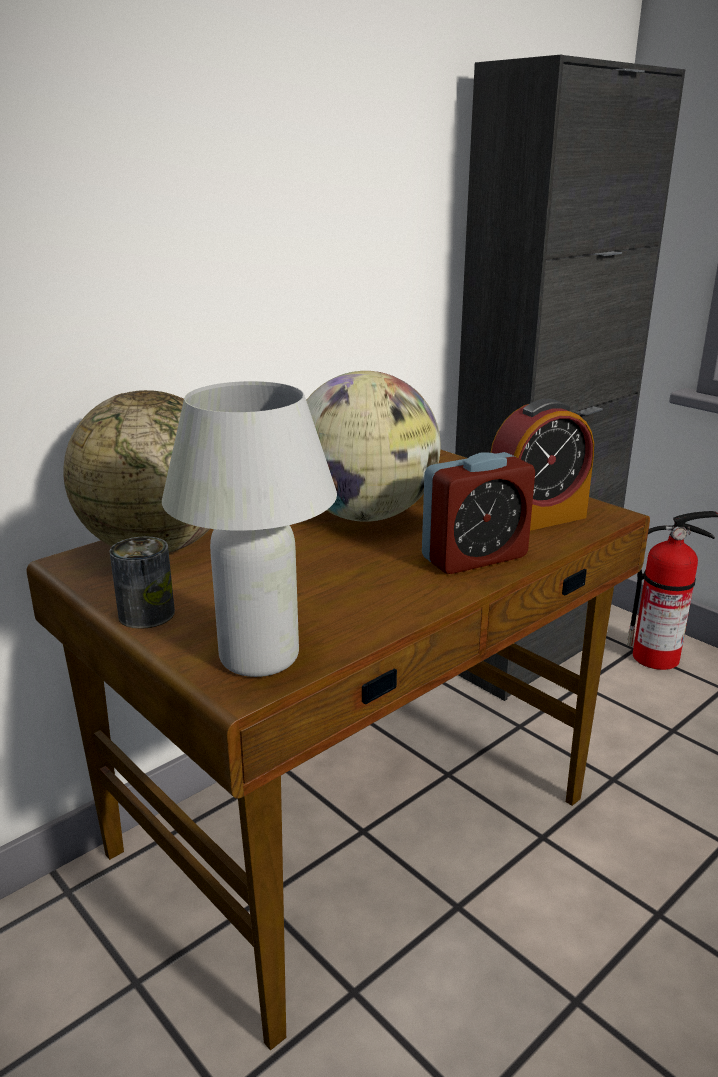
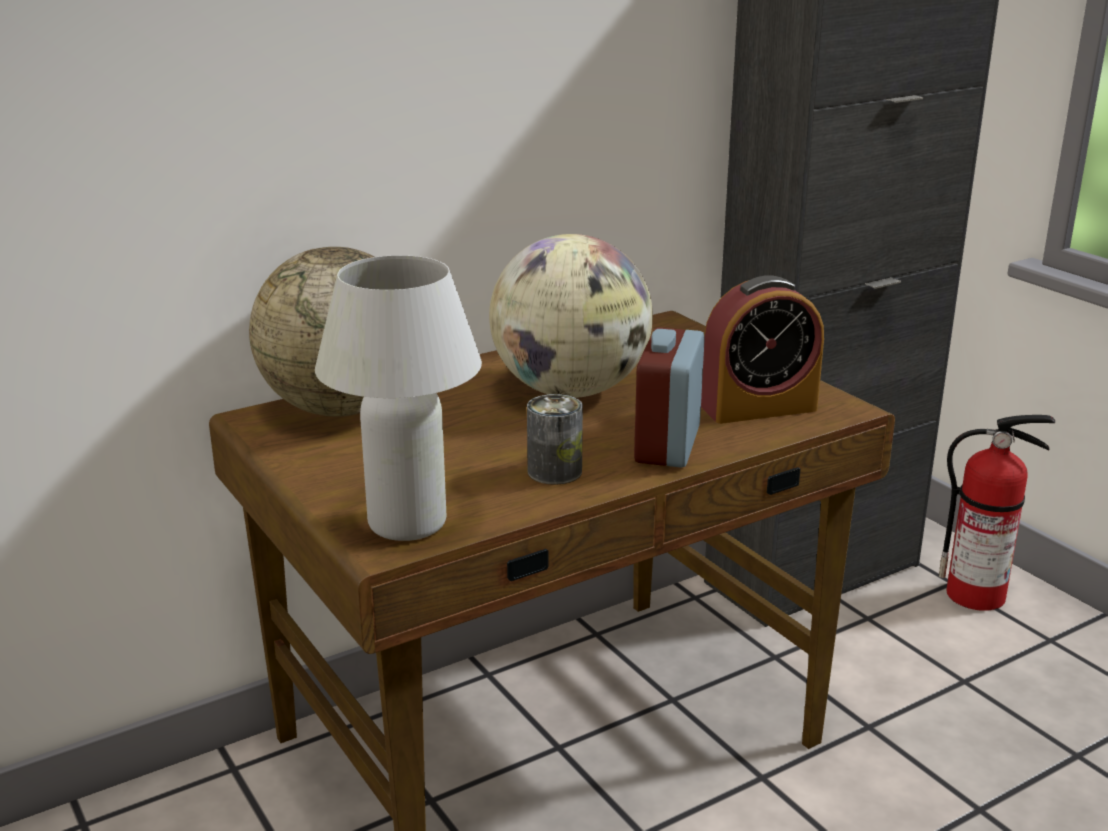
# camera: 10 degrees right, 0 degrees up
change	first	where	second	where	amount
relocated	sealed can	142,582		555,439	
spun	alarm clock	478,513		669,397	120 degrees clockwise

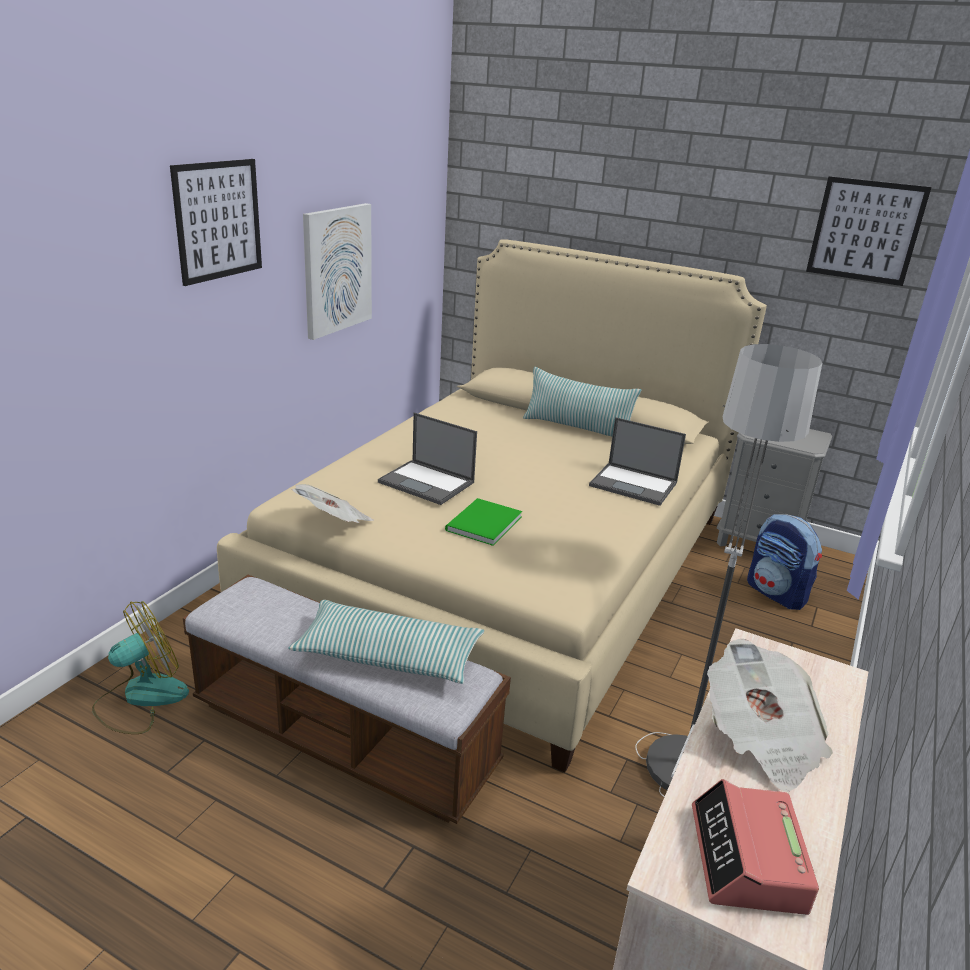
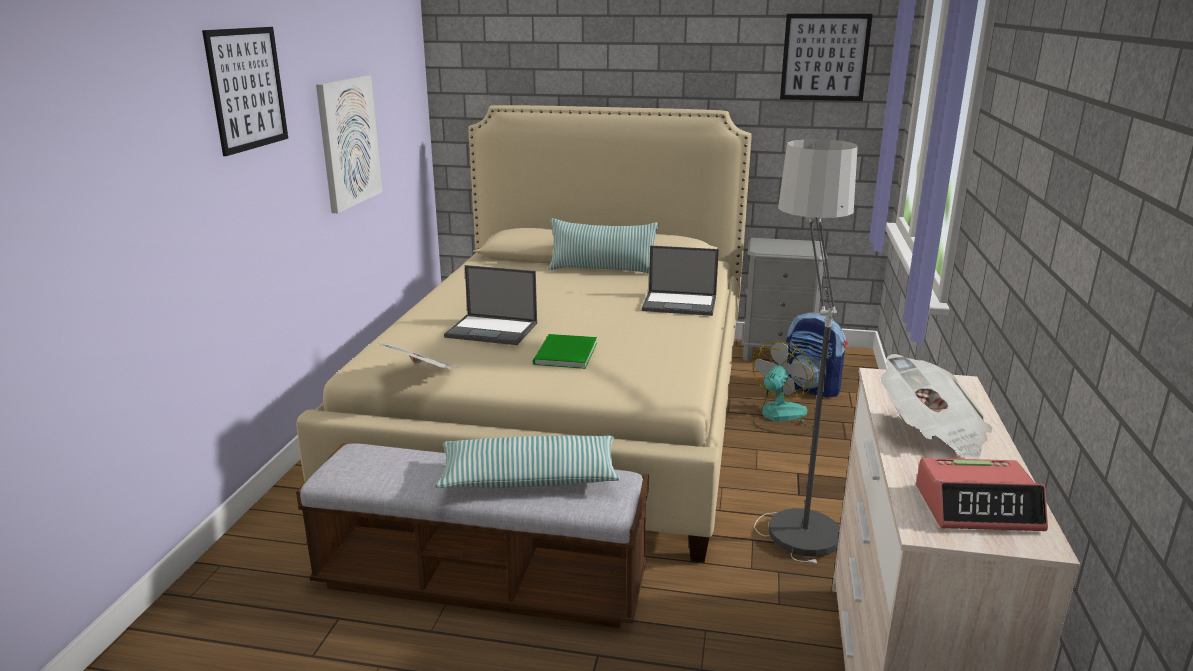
# camera: 15 degrees left, 5 degrees down
change	first	where	second	where	amount
relocated	fan	140,667		783,388	
spun	alarm clock	755,847		982,494	75 degrees counterclockwise

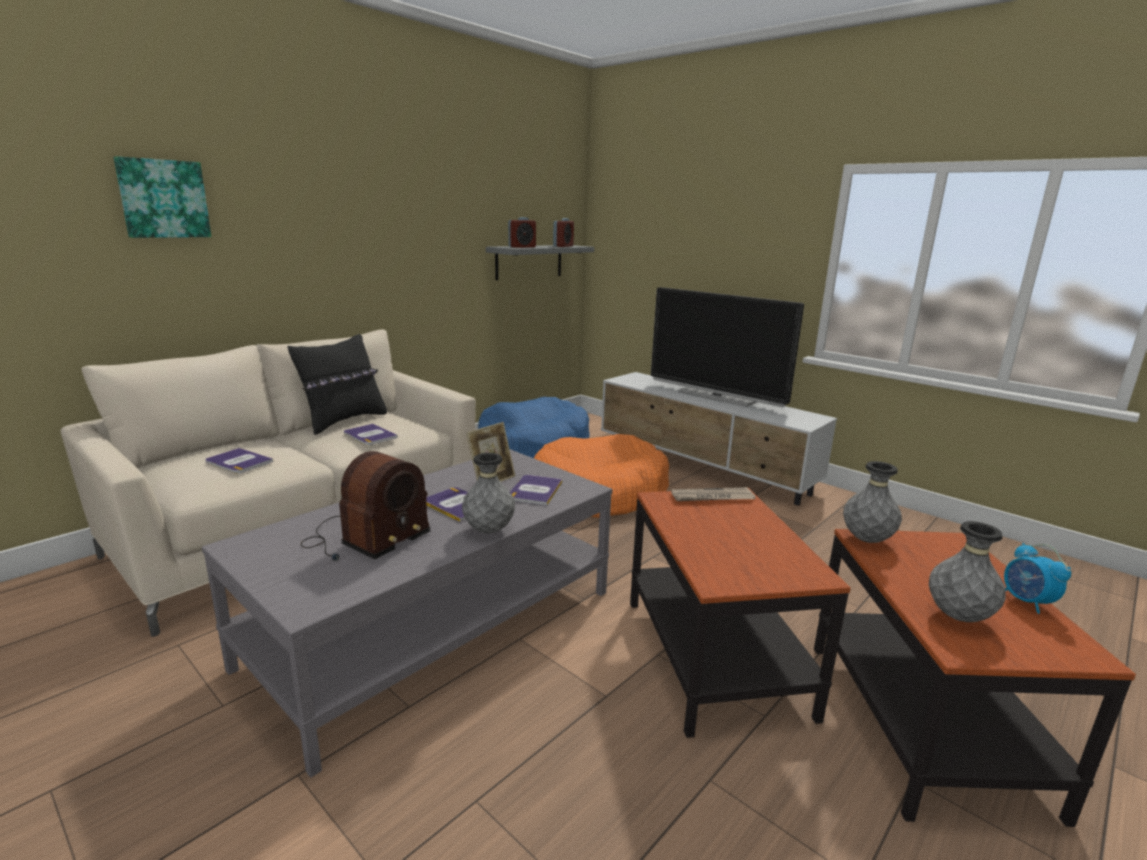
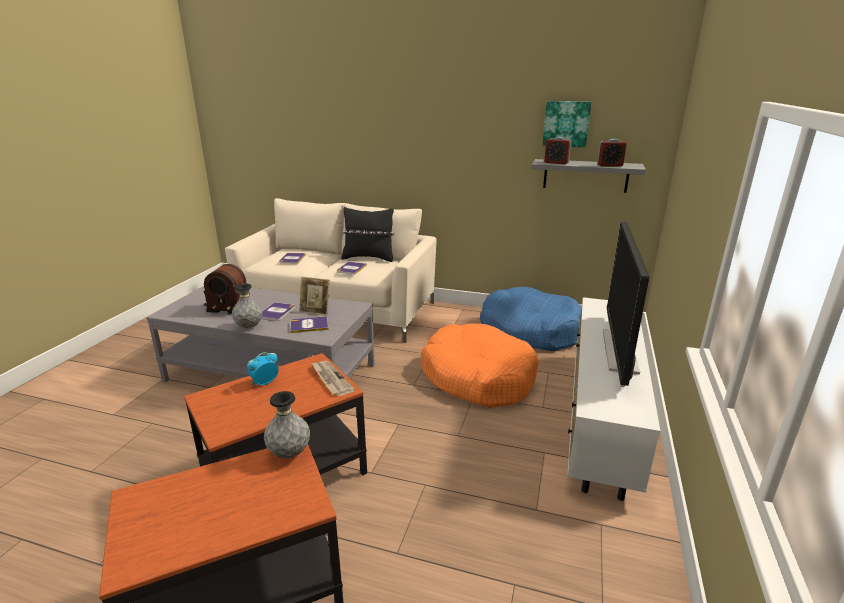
# camera: 65 degrees right, 5 degrees up
change	first	where	second	where	amount
missing	greyish vase	967,571			
relocated	wall art	162,197		567,124	
relocated	alarm clock	1037,578		263,368	

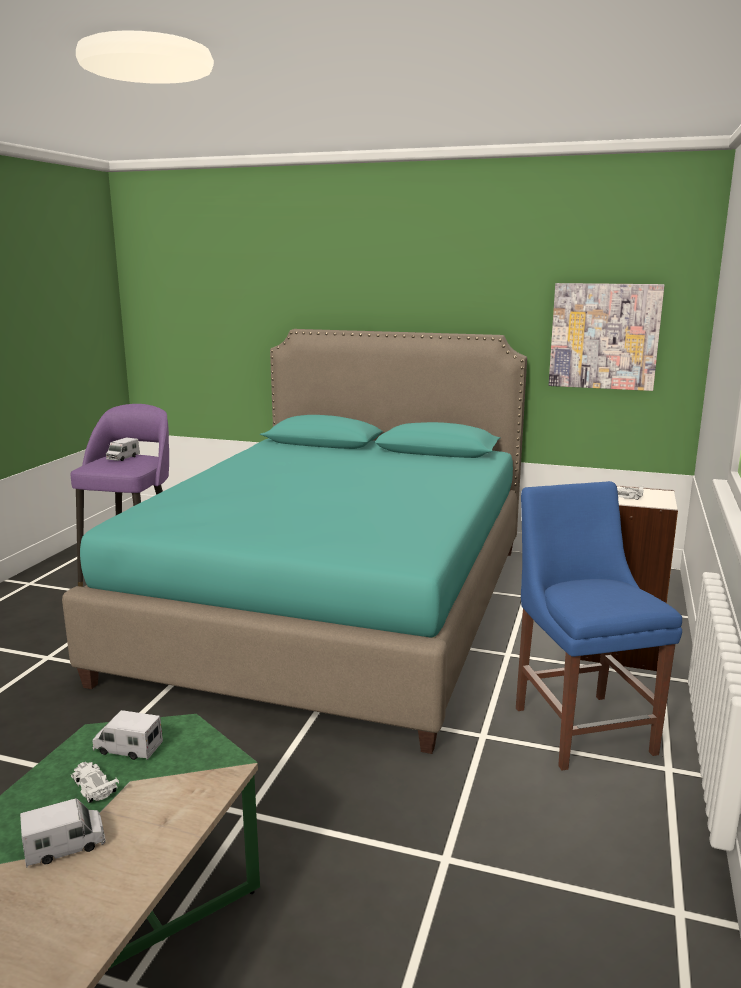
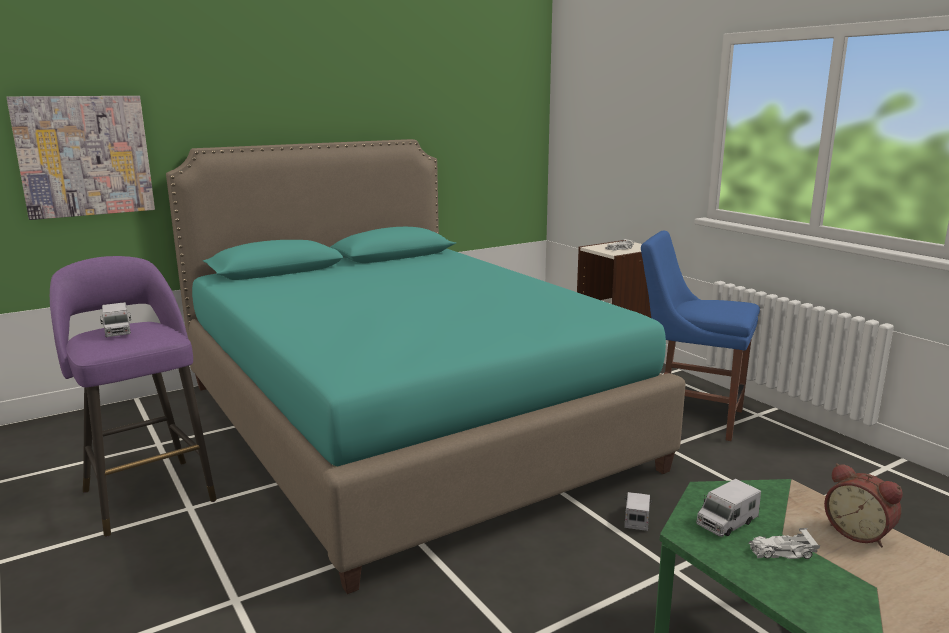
# camera: 50 degrees left, 0 degrees up
change	first	where	second	where	amount
appeared			alarm clock	863,505	
relocated	toy lorry	63,833		638,511	
relocated	wall art	607,337		80,158	

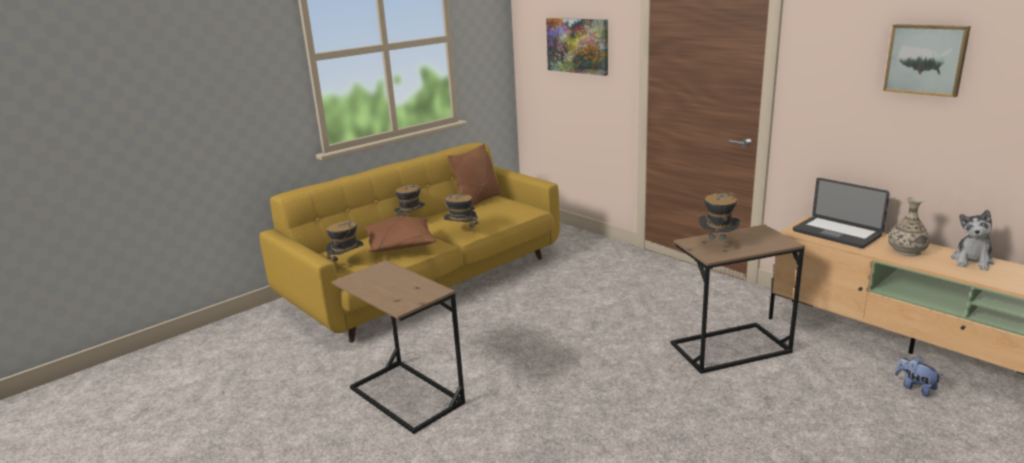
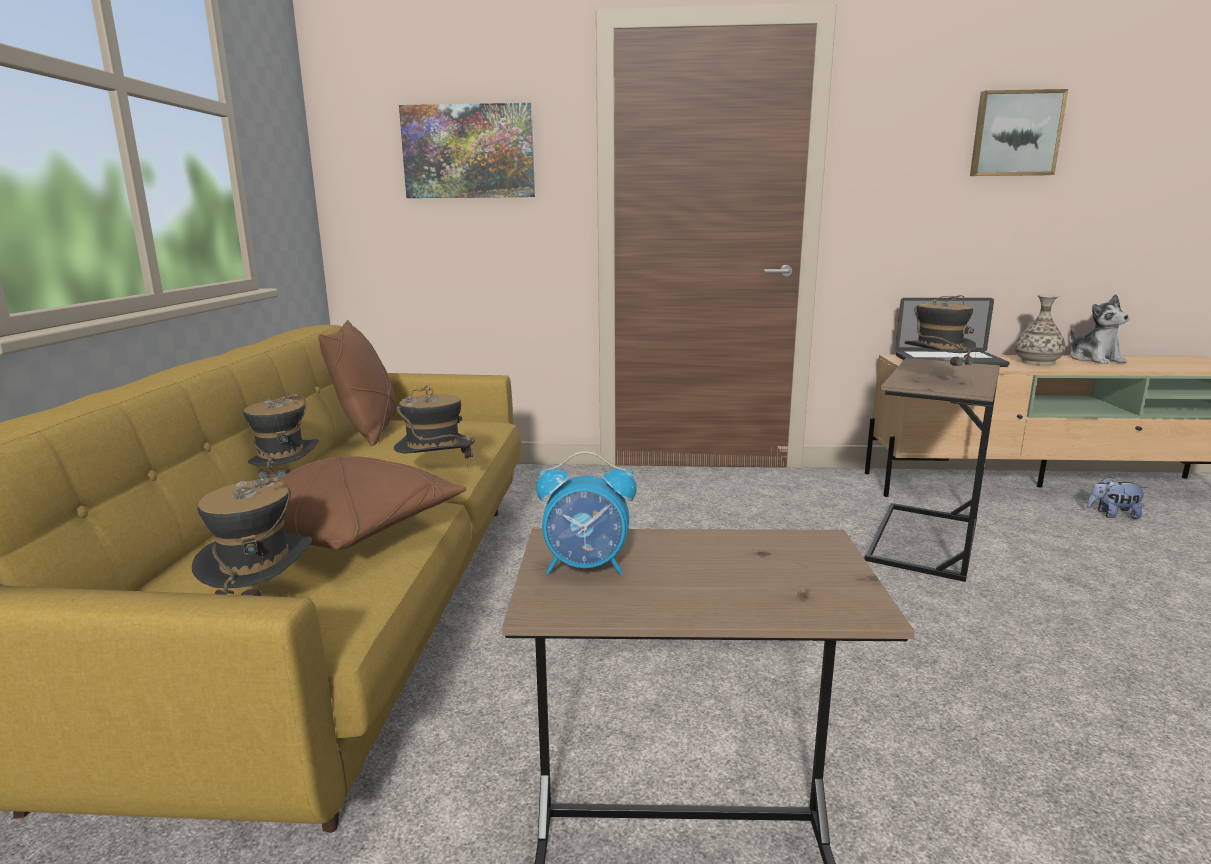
# camera: 45 degrees left, 5 degrees down
change	first	where	second	where	amount
appeared			alarm clock	586,513	

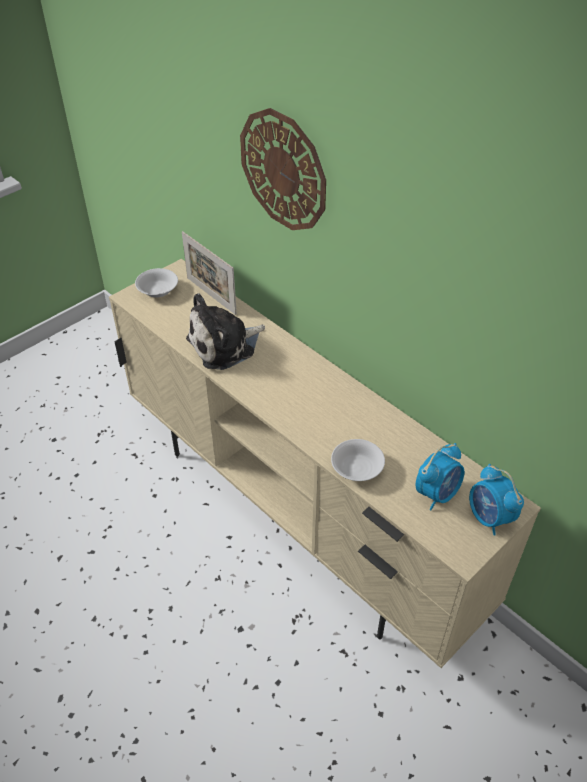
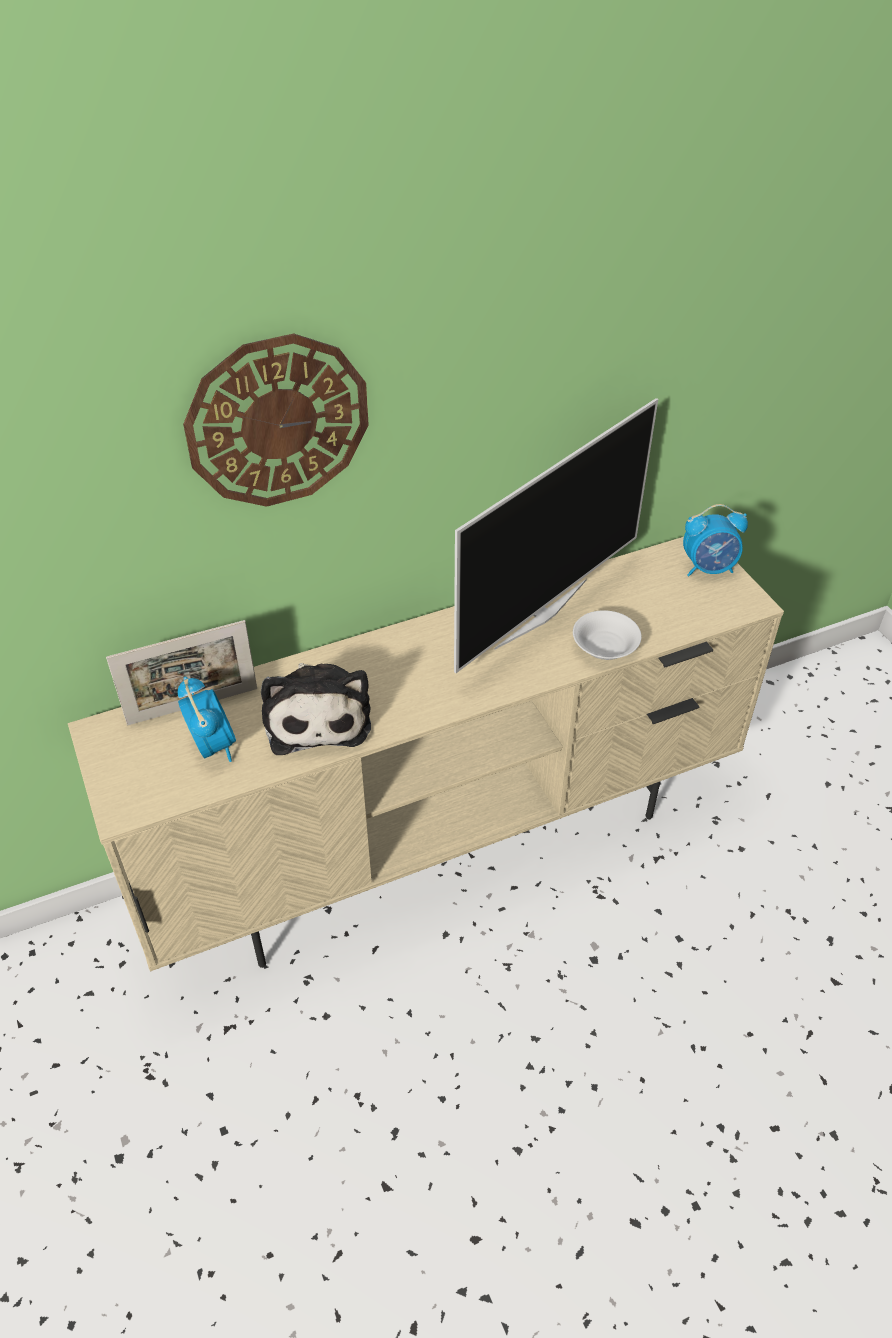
# camera: 70 degrees left, 0 degrees up
change	first	where	second	where	amount
missing	whitish deep dish	156,282			
appeared			television	556,535	
relocated	alarm clock	440,476		207,719	

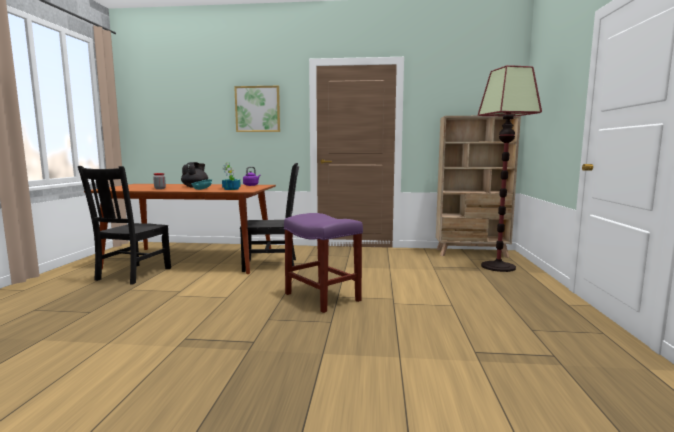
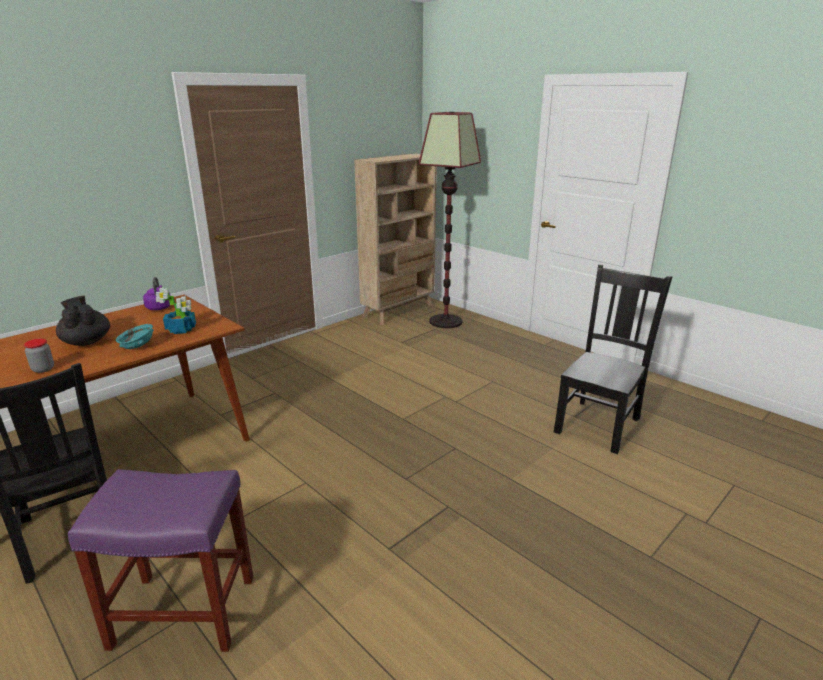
# camera: 50 degrees left, 15 degrees up
change	first	where	second	where	amount
missing	wall art	257,109			
relocated	black-coloured plain chair	269,217		613,359	
relocated	purple-coloured stool seat	323,263		161,560	

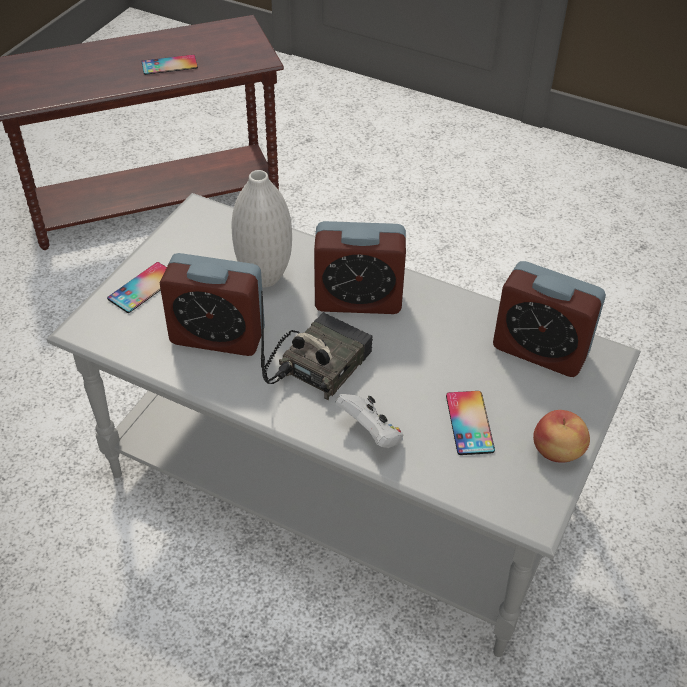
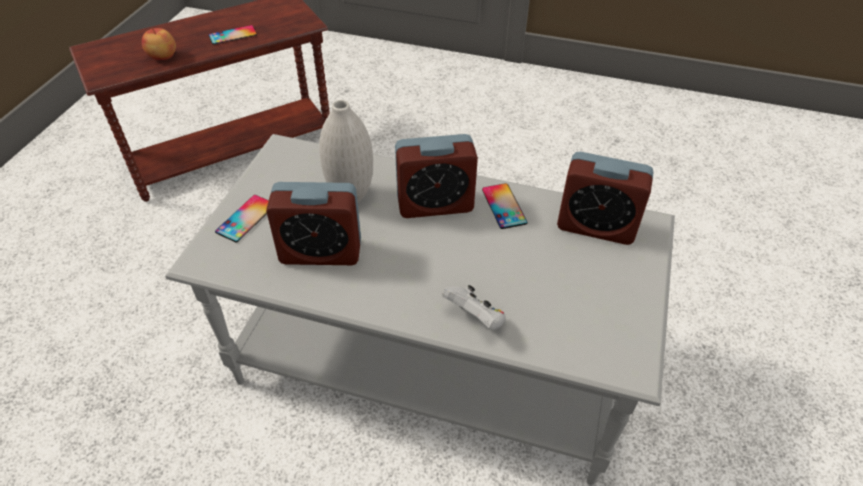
# camera: 10 degrees left, 0 degrees up
change	first	where	second	where	amount
missing	radio receiver	317,345			
relocated	handset	470,423		505,206	
relocated	whole apple	561,436		159,44	

